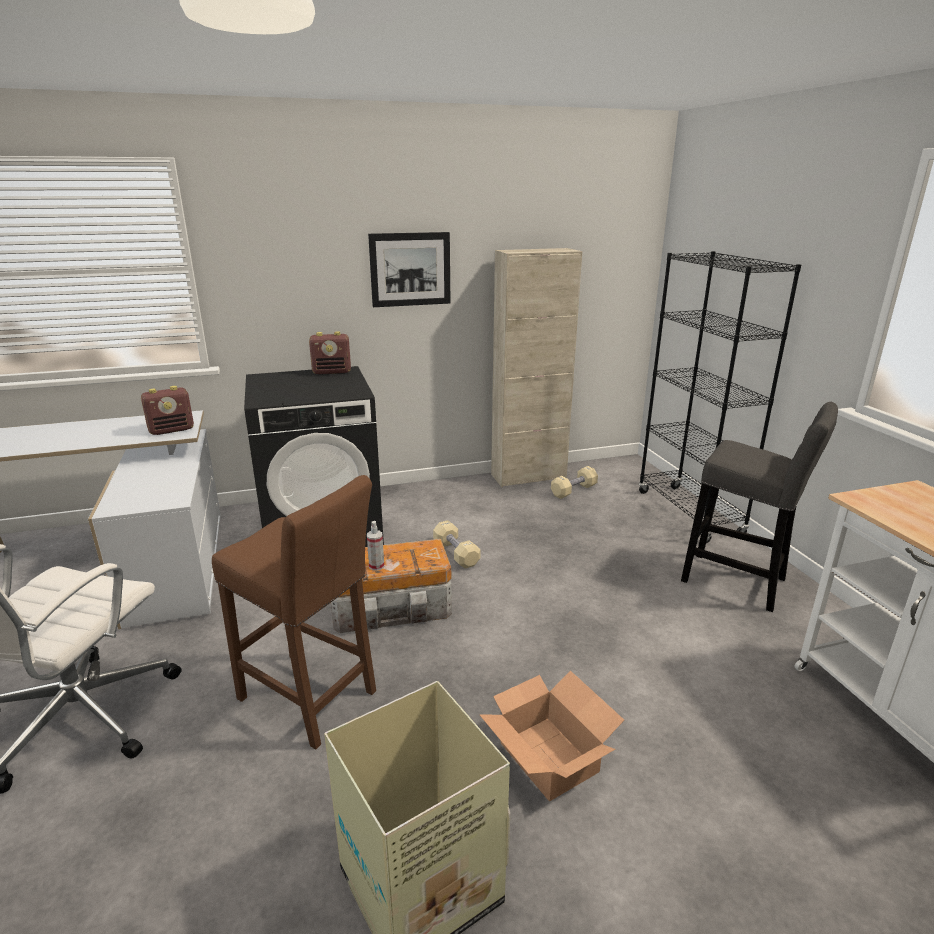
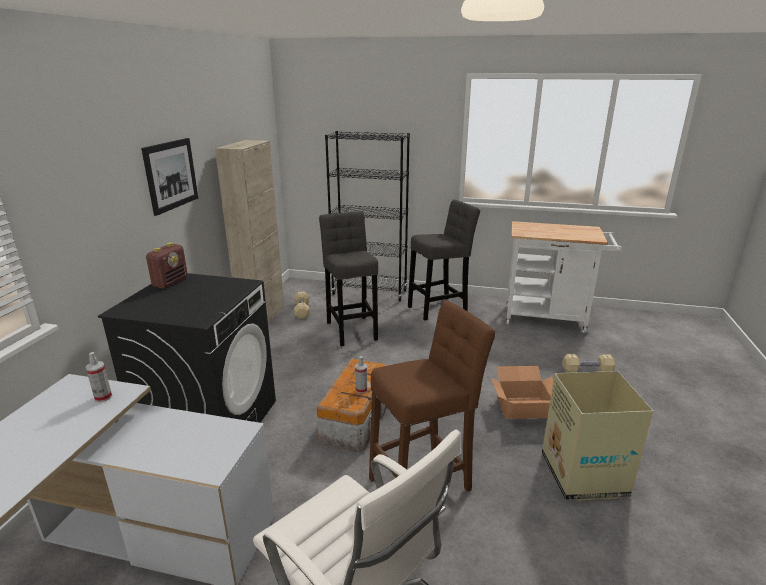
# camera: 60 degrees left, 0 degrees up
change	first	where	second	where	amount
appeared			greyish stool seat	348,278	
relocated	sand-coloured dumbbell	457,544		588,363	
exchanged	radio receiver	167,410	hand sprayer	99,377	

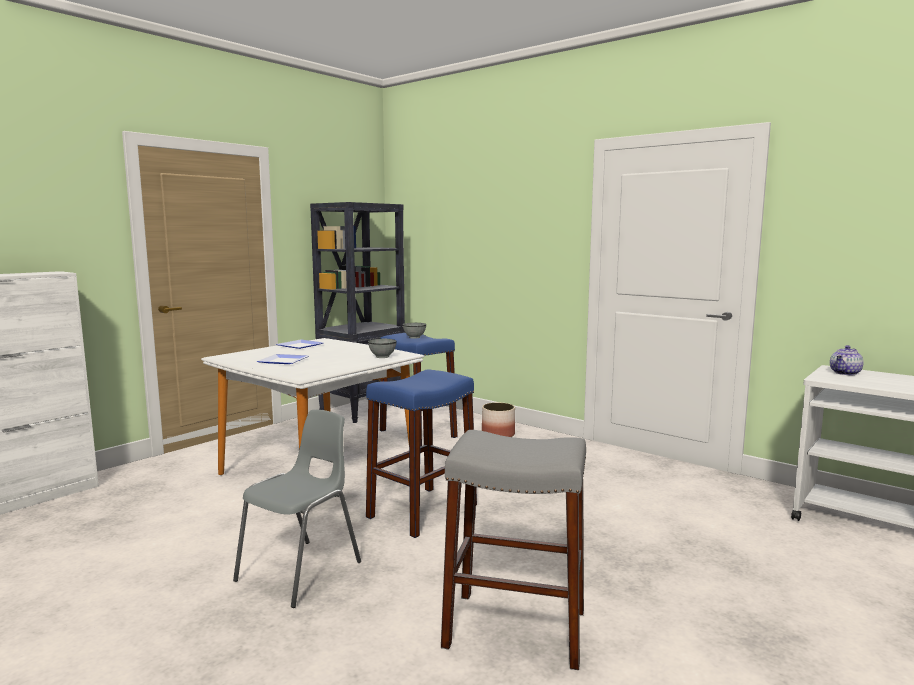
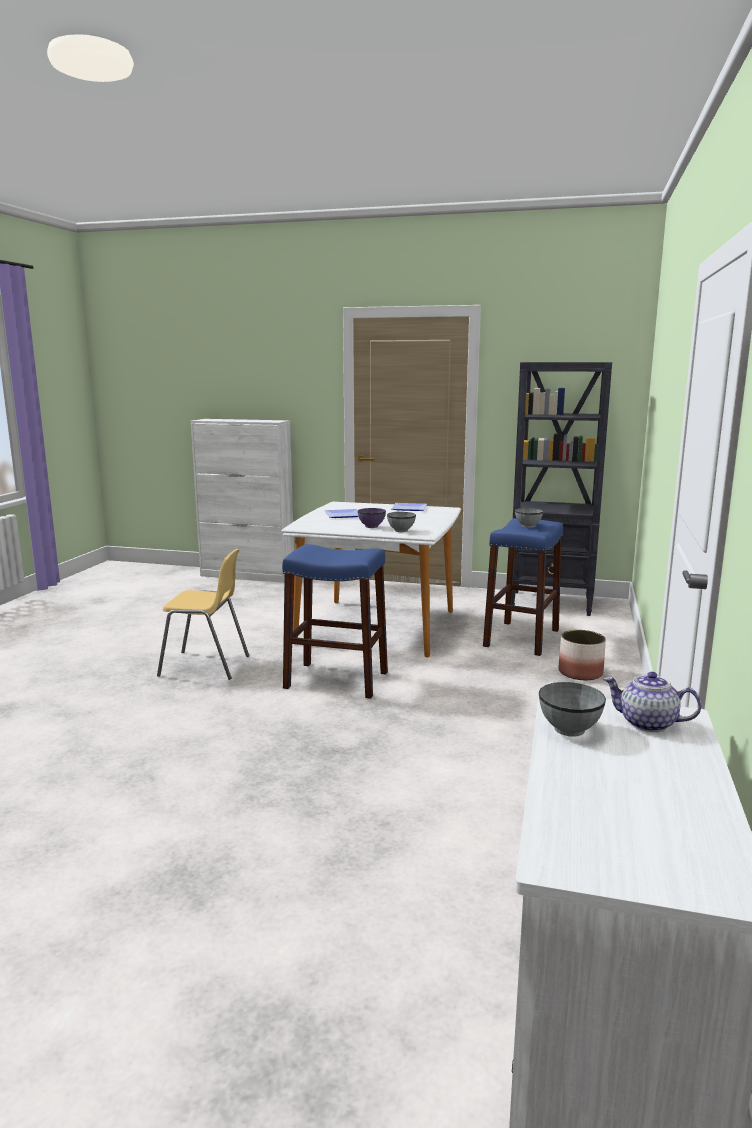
# camera: 65 degrees right, 5 degrees up
change	first	where	second	where	amount
missing	greyish stool seat	513,550			
appeared			purple-coloured deep dish	372,518	
appeared			greyish deep dish	572,709	
colour	greyish plain chair	297,509	yellowish plain chair	203,614	

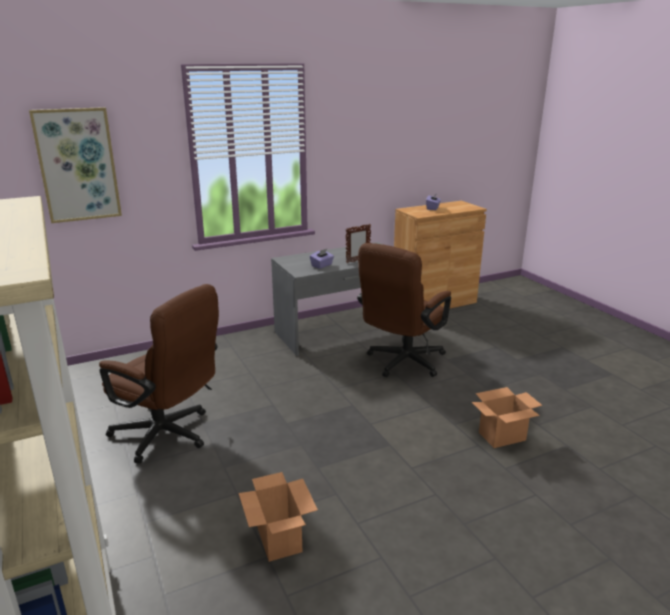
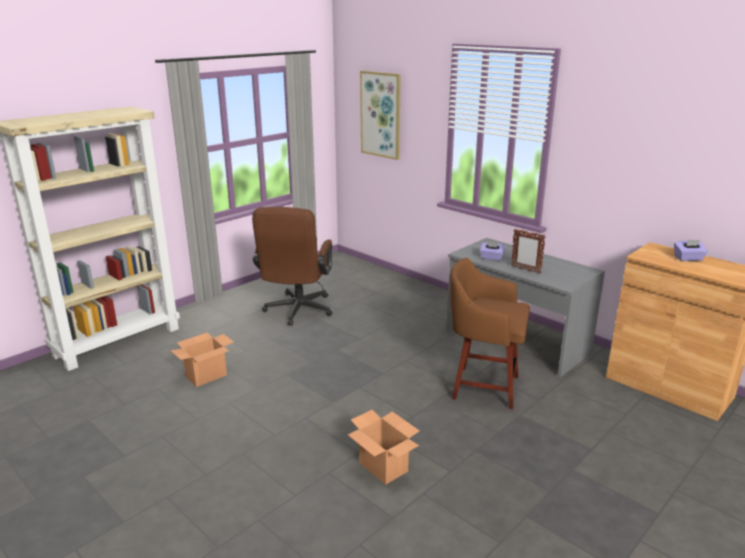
# camera: 70 degrees right, 0 degrees up
change	first	where	second	where	amount
exchanged	brown computer chair	404,310	brown stool seat	490,333	

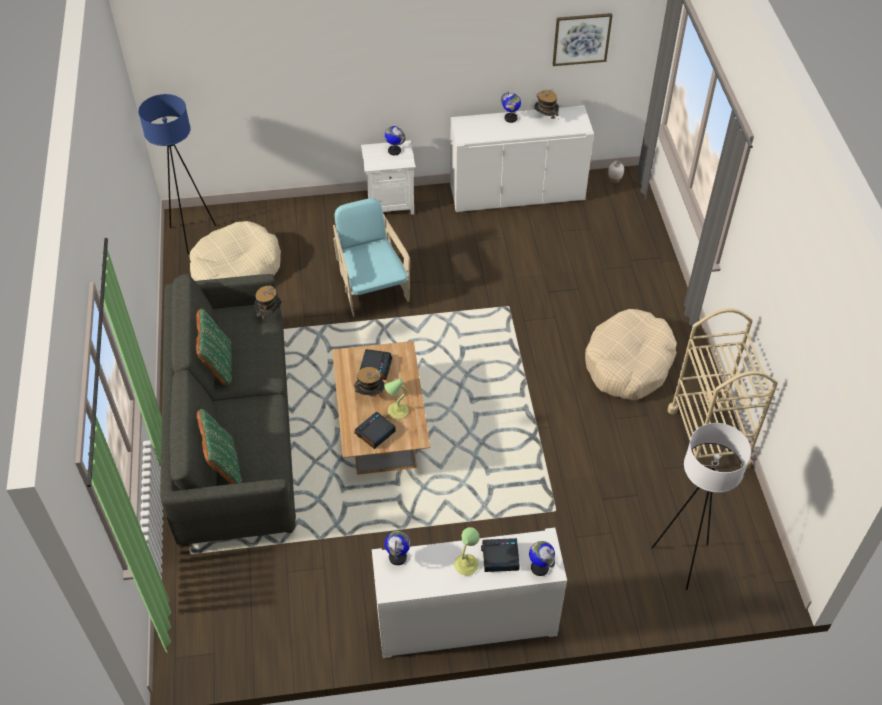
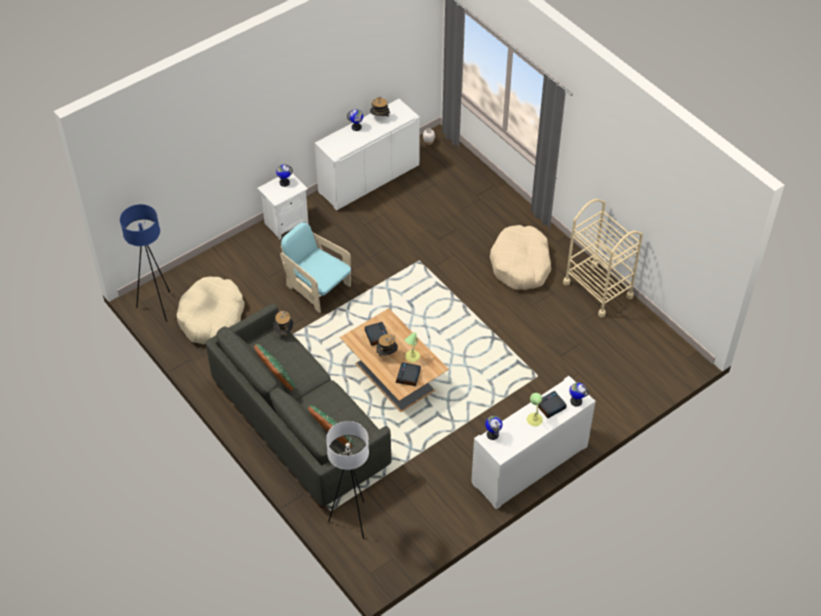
# camera: 30 degrees left, 0 degrees up
change	first	where	second	where	amount
missing	wall art	583,39			
relocated	whitish standing lamp	701,506		347,480	

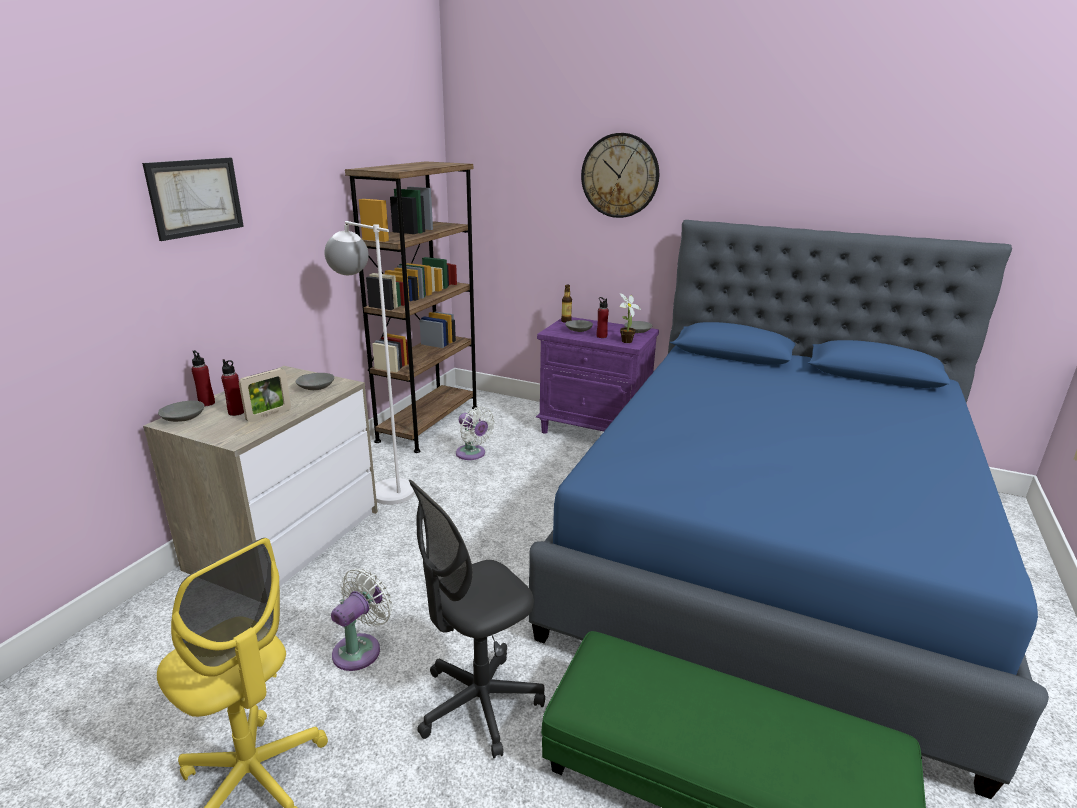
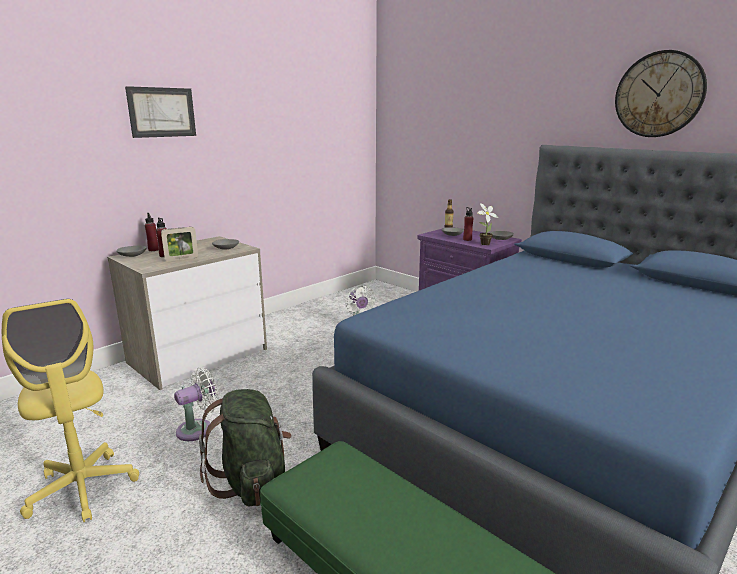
# camera: 20 degrees right, 5 degrees down
change	first	where	second	where	amount
missing	whitish standing lamp	369,363			
missing	brown bookshelf	411,307			
relocated	clock on the wall	620,175		661,93	
exchanged	greyish computer chair	477,619	greenish backpack	245,447	

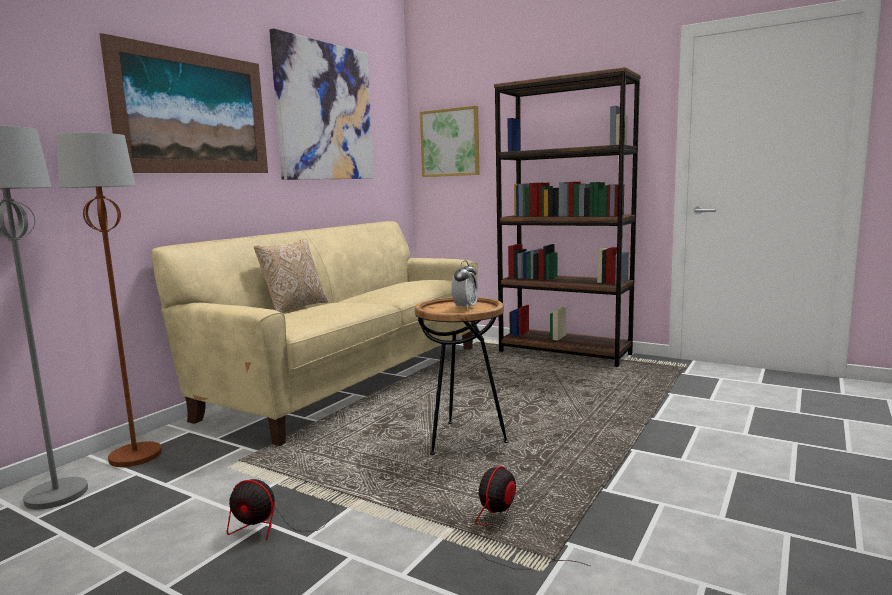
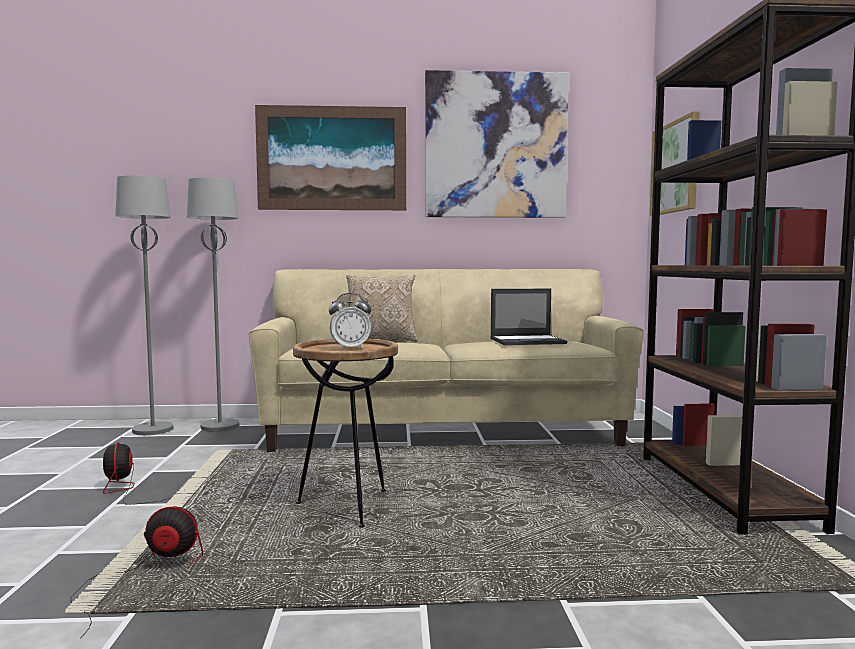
# camera: 55 degrees right, 5 degrees down
change	first	where	second	where	amount
appeared			portable computer	528,317	
colour	brown standing lamp	109,300	greyish standing lamp	213,304	

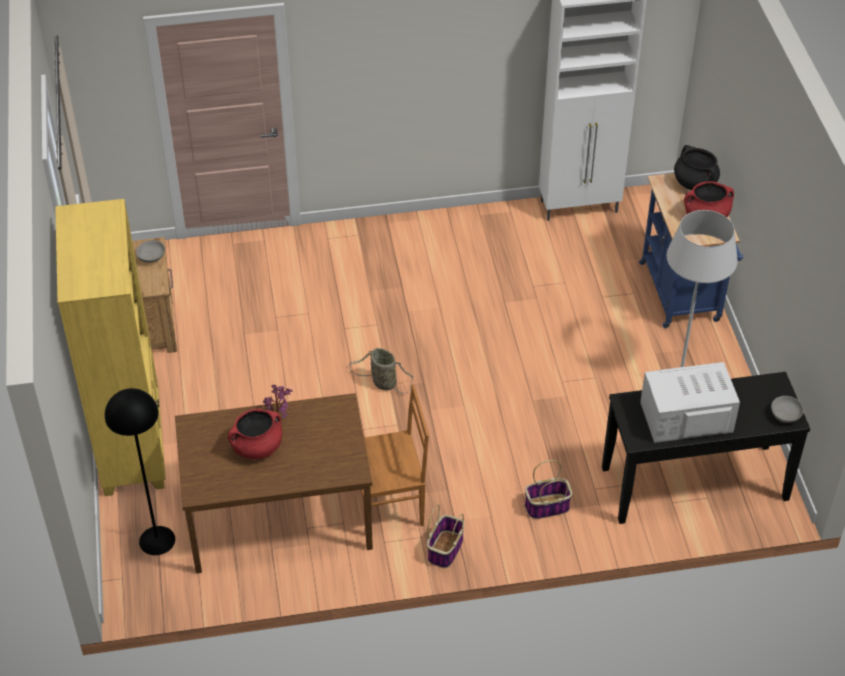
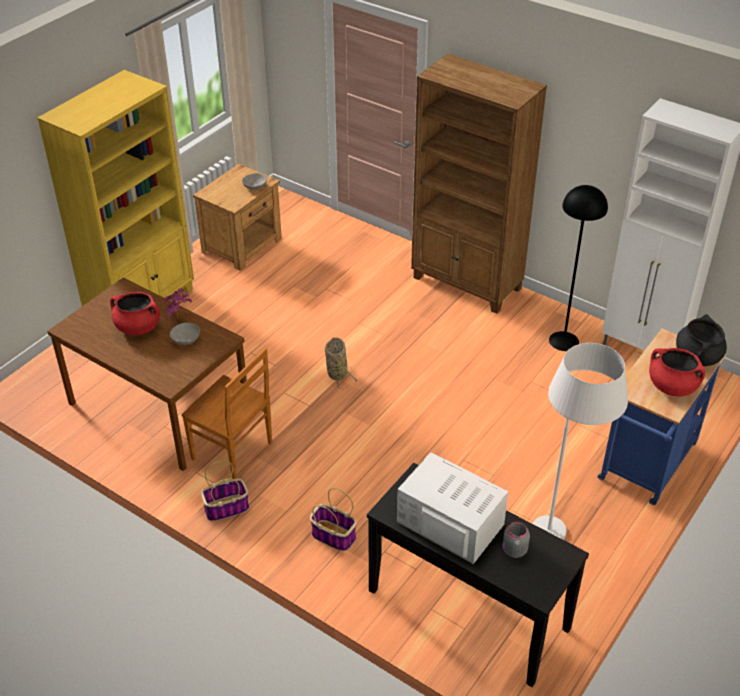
# camera: 45 degrees right, 5 degrees down
change	first	where	second	where	amount
appeared			brown bookshelf	479,184	
appeared			greyish preserve jar	516,540	
relocated	black-coloured standing lamp	140,471		578,268	
relocated	greyish deep dish	787,409		185,333	

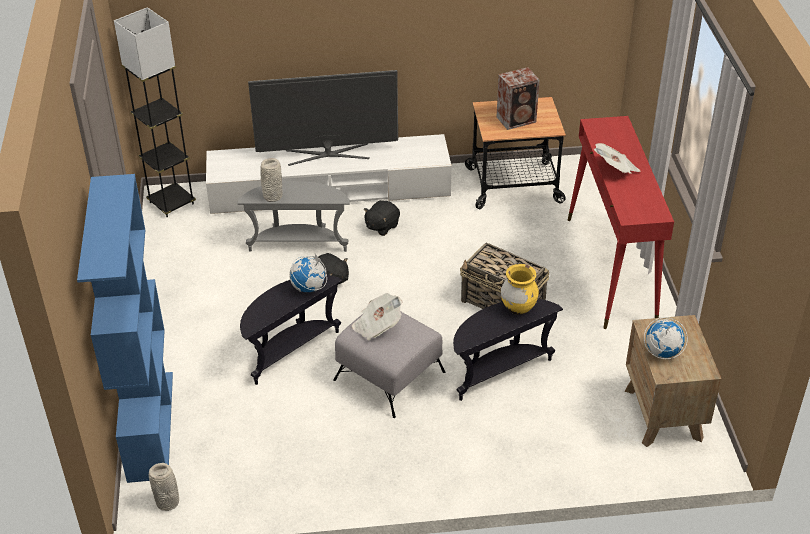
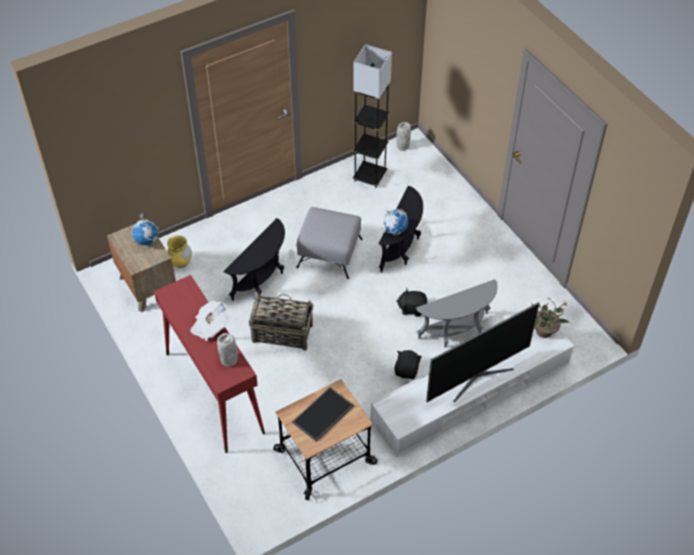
# camera: 155 degrees right, 10 degrees up
change	first	where	second	where	amount
missing	blue-coloured bookshelf	125,328			
missing	newspaper	377,316			
appeared			plant in a pot	550,318	
relocated	greyish standing lamp	155,112		372,116	
relocated	greyish vase	271,180		227,350	
relocated	yellowish vase	520,289		179,251	
exchanged	audio speaker	518,98	carrying tray	323,414	

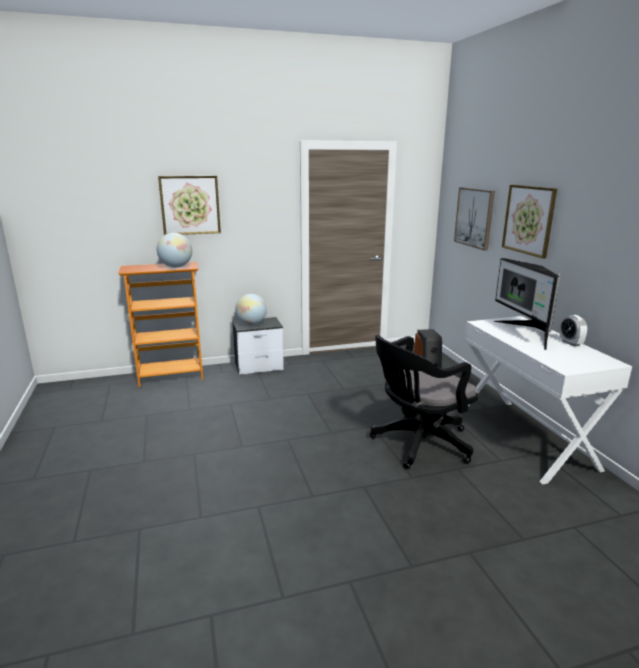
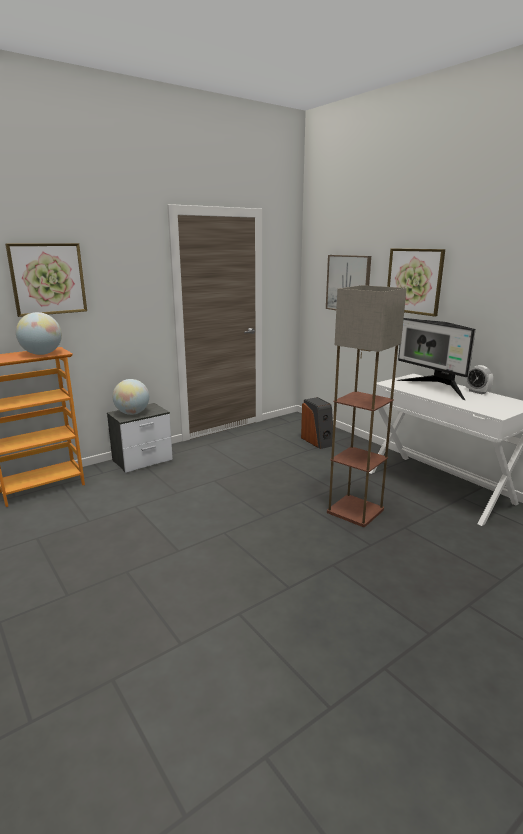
# camera: 20 degrees left, 0 degrees up
change	first	where	second	where	amount
exchanged	black-coloured computer chair	424,402	standing lamp	367,406	

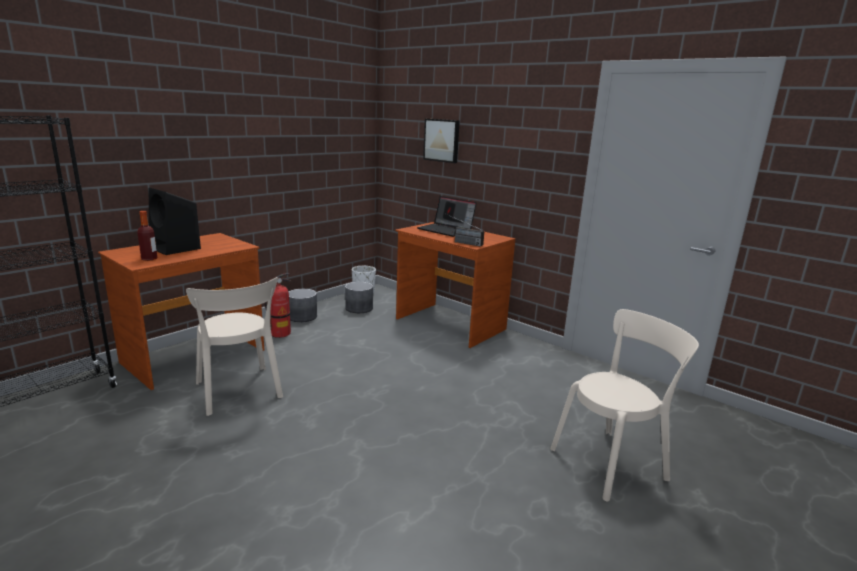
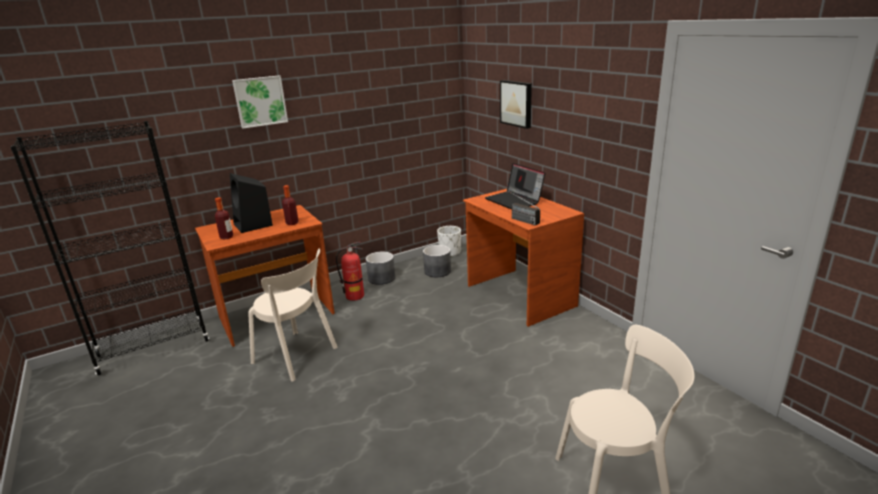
# camera: 20 degrees right, 5 degrees up
change	first	where	second	where	amount
appeared			wall art	260,102	
appeared			drink bottle	290,205	
spun	sand-coloured plain chair	234,346		293,315	45 degrees counterclockwise

